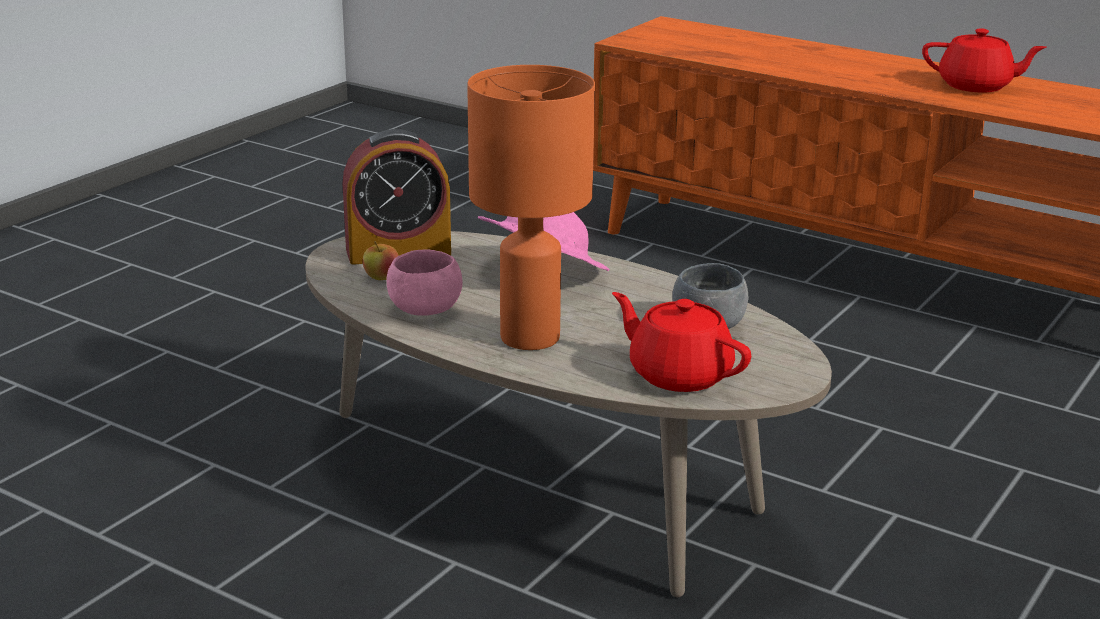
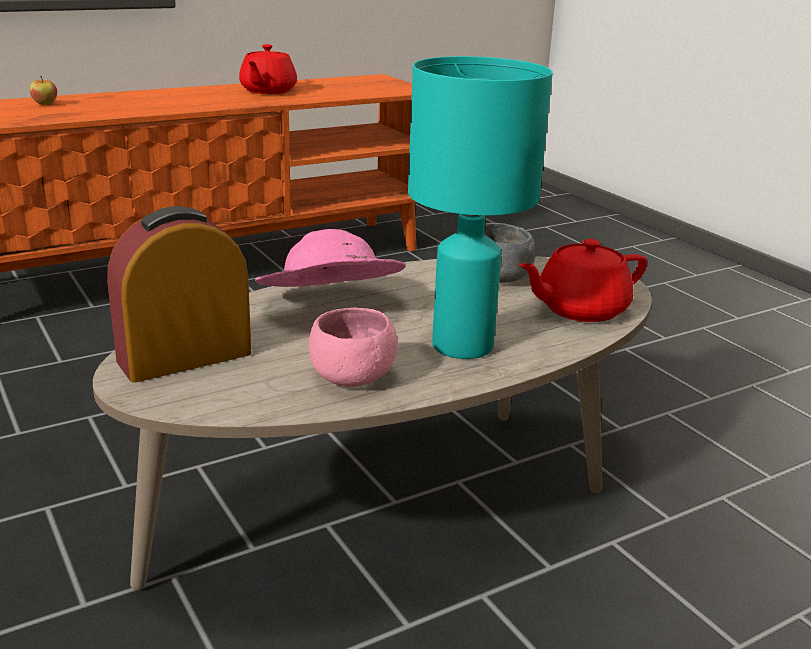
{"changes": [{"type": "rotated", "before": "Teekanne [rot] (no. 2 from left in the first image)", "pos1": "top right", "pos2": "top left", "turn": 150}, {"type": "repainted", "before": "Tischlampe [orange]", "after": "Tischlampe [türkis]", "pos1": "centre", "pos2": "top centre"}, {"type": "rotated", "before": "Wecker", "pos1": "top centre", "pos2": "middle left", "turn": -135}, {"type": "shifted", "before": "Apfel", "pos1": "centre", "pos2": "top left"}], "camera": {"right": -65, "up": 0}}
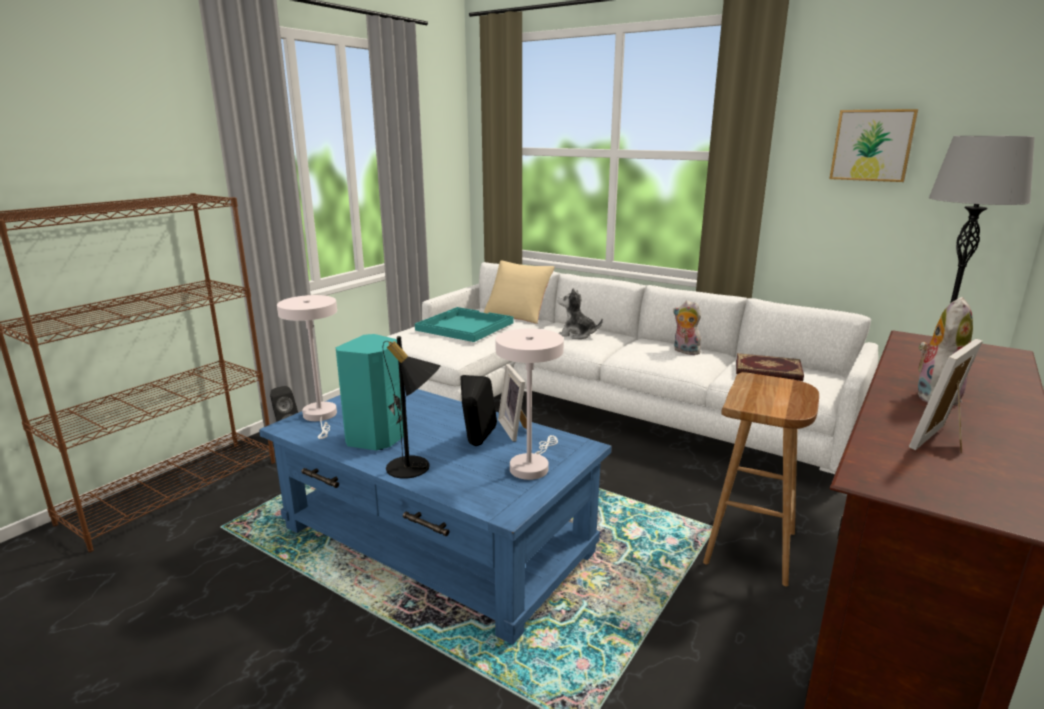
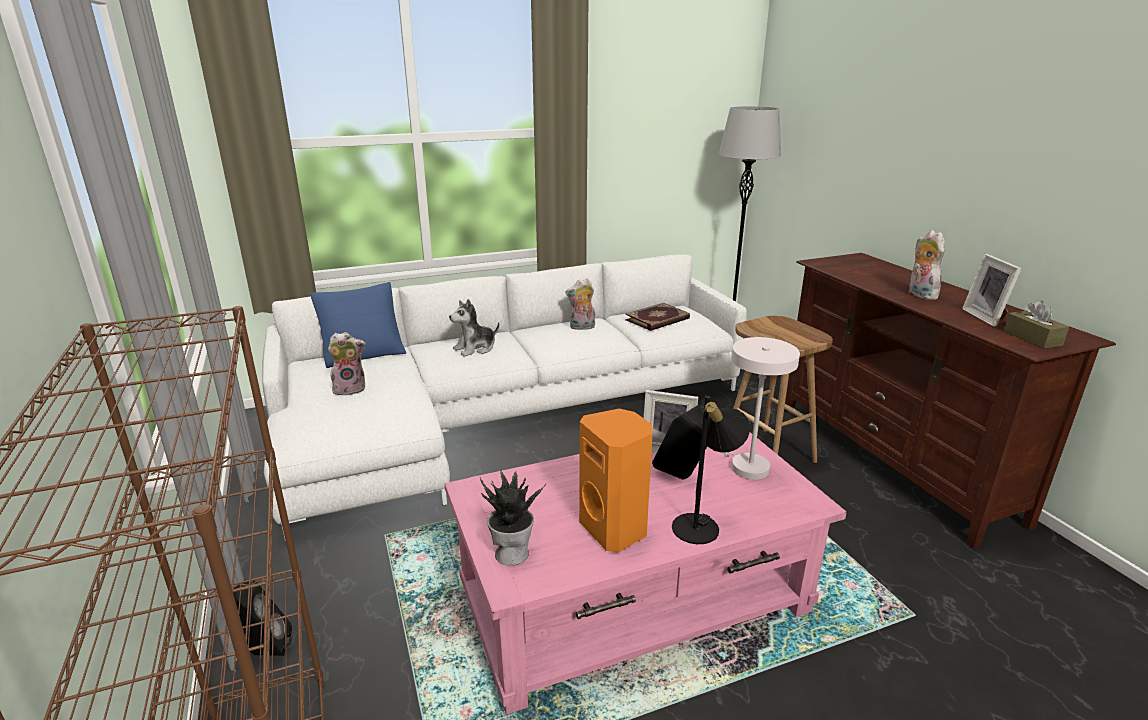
{"changes": [{"type": "gone", "before": "Bild", "pos1": "top right"}, {"type": "repainted", "before": "Kissen [beige]", "after": "Kissen [blau]", "pos1": "centre", "pos2": "middle left"}, {"type": "swapped", "before": "Tischlampe [weiß] (no. 1 from left)", "after": "Topfpflanze", "pos1": "middle left", "pos2": "bottom centre"}, {"type": "swapped", "before": "Tablett [türkis]", "after": "Plüschtier (no. 1 from left)", "pos1": "centre", "pos2": "middle left"}, {"type": "repainted", "before": "Lautsprecher [türkis]", "after": "Lautsprecher [orange]", "pos1": "centre", "pos2": "bottom centre"}, {"type": "repainted", "before": "Couchtisch [blau]", "after": "Couchtisch [rosa]", "pos1": "bottom centre", "pos2": "bottom centre"}, {"type": "new", "after": "Taschentuchbox [braun]", "pos2": "middle right"}], "camera": {"right": -55, "up": 5}}
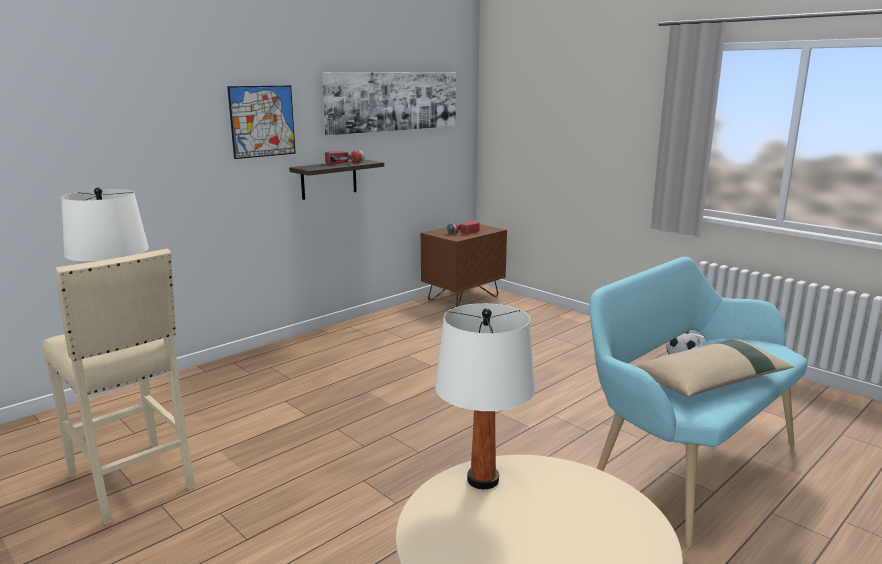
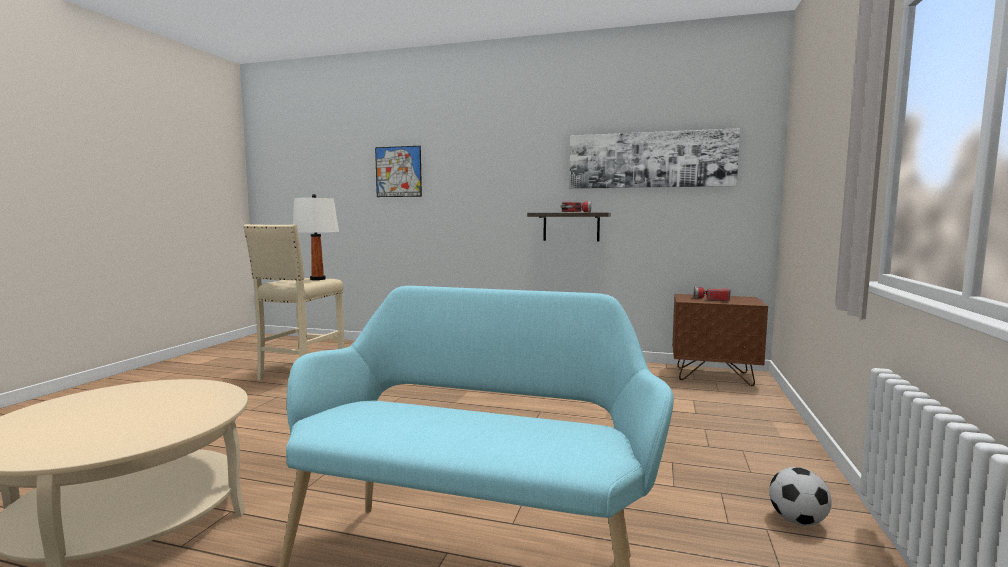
{"changes": [{"type": "shifted", "before": "Bild (no. 1 from left)", "pos1": "top left", "pos2": "top centre"}, {"type": "gone", "before": "Tischlampe [weiß] (no. 2 from left)", "pos1": "bottom centre"}, {"type": "gone", "before": "Kissen [beige]", "pos1": "middle right"}], "camera": {"right": 60, "up": -10}}
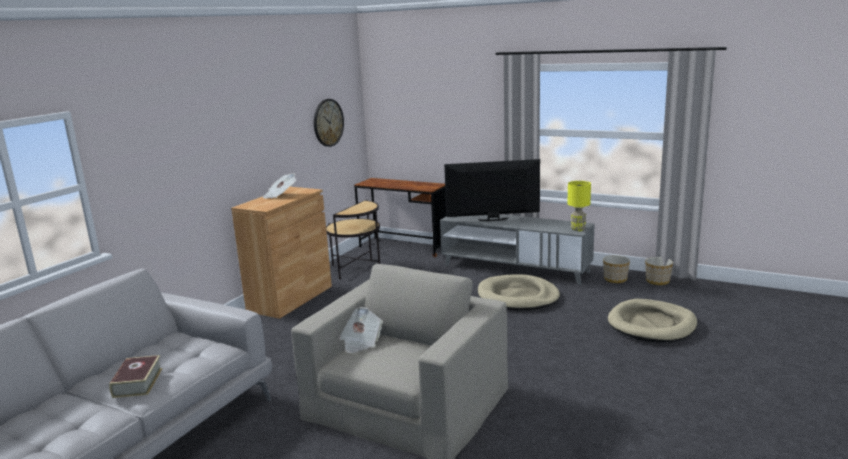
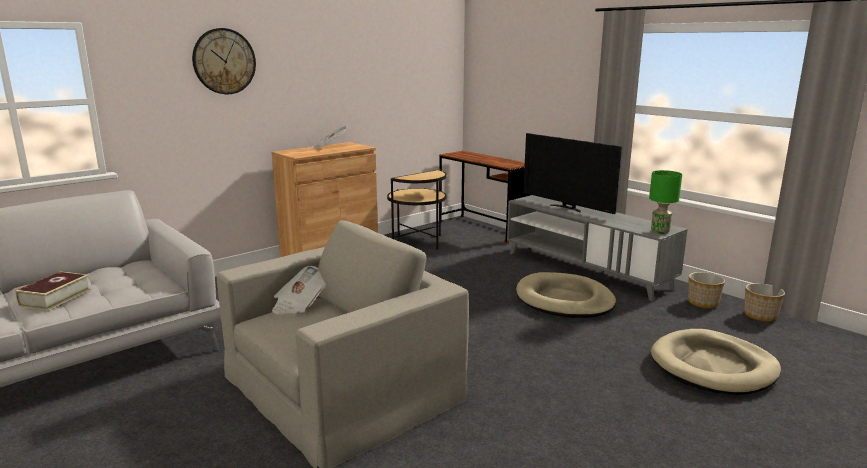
{"changes": [{"type": "shifted", "before": "Wanduhr", "pos1": "top centre", "pos2": "top left"}, {"type": "rotated", "before": "Fernseher", "pos1": "centre", "pos2": "centre", "turn": -150}, {"type": "repainted", "before": "Tischlampe [gelb]", "after": "Tischlampe [grün]", "pos1": "middle right", "pos2": "middle right"}], "camera": {"right": 20, "up": 0}}
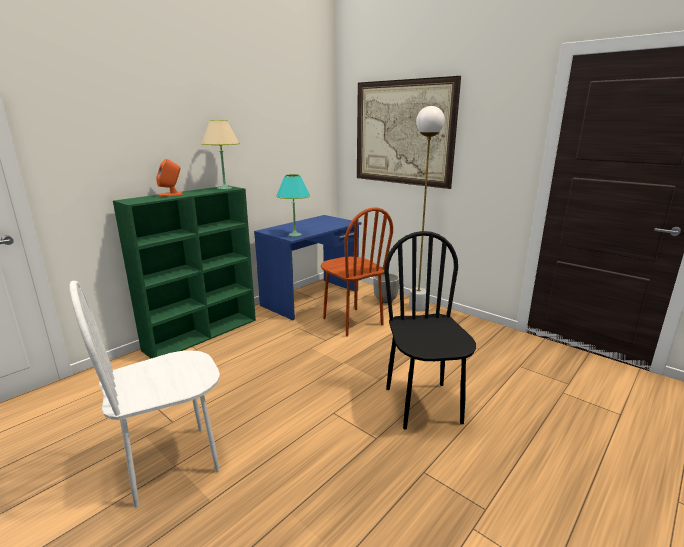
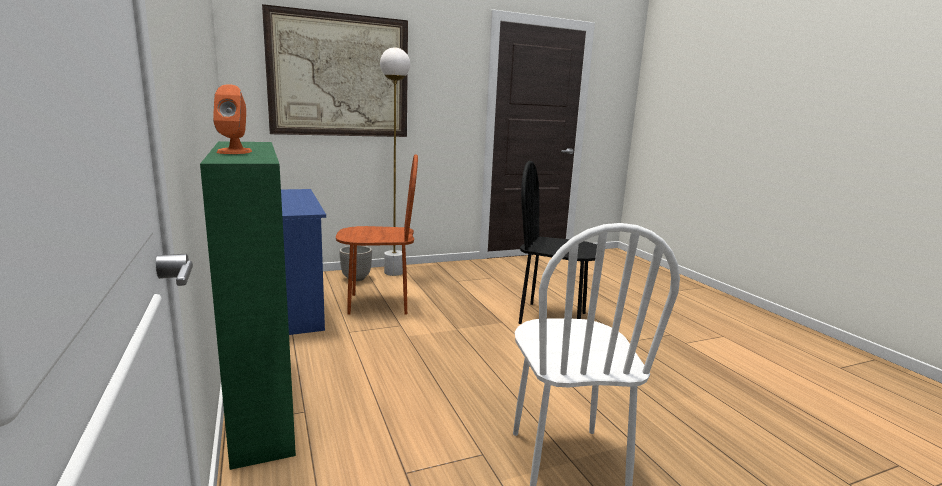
{"changes": [{"type": "gone", "before": "Tischlampe [beige]", "pos1": "top left"}, {"type": "gone", "before": "Tischlampe [türkis]", "pos1": "centre"}], "camera": {"right": -65, "up": -5}}
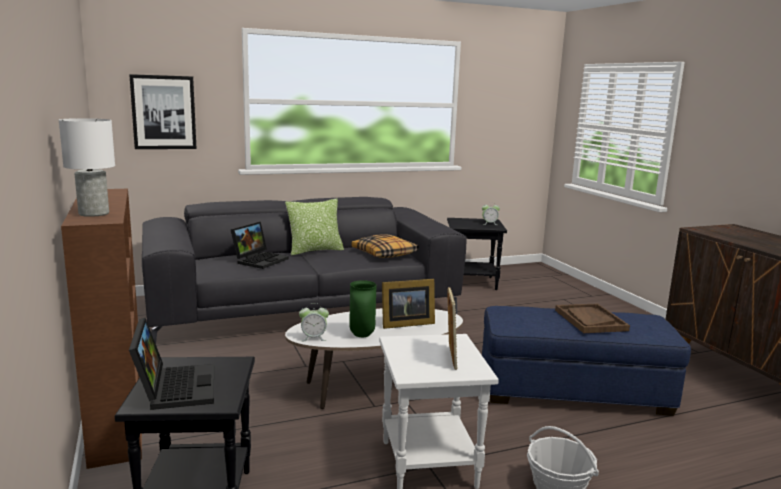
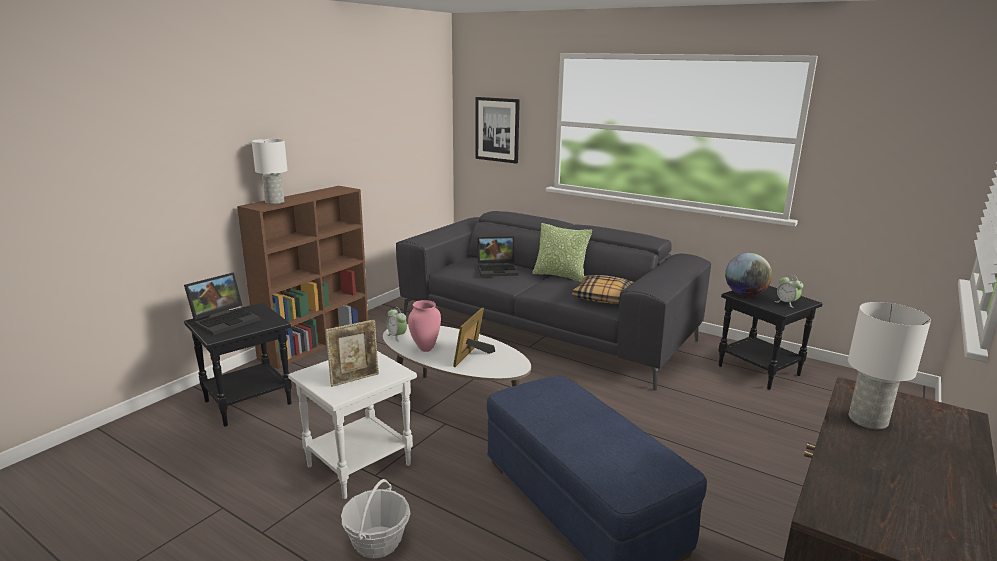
{"changes": [{"type": "rotated", "before": "Bilderrahmen (no. 1 from left in the first image)", "pos1": "centre", "pos2": "centre", "turn": 75}, {"type": "repainted", "before": "Vase [grün]", "after": "Vase [rosa]", "pos1": "centre", "pos2": "centre"}, {"type": "gone", "before": "Tablett [braun]", "pos1": "middle right"}, {"type": "new", "after": "Globus", "pos2": "middle right"}, {"type": "new", "after": "Tischlampe [weiß] (no. 2 from left)", "pos2": "middle right"}], "camera": {"right": 55, "up": 5}}
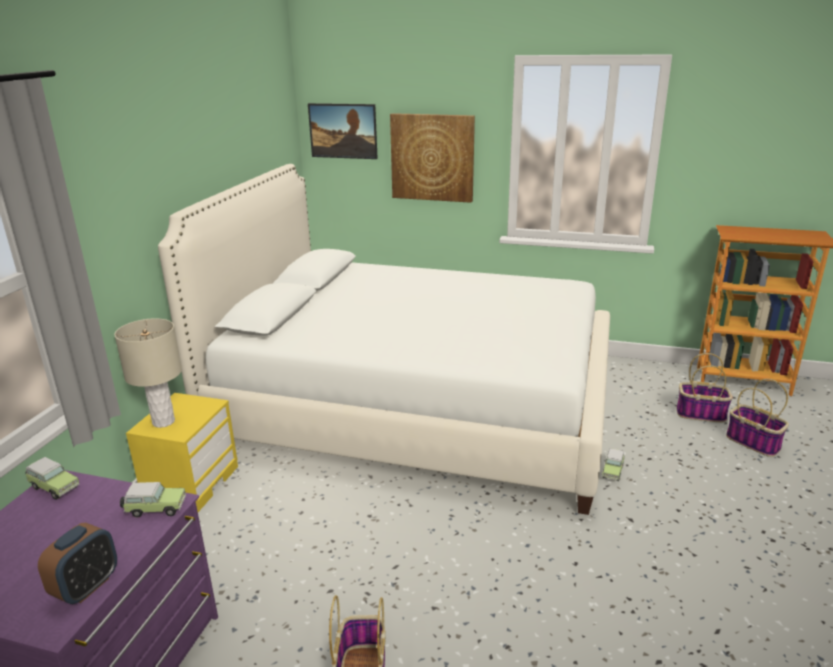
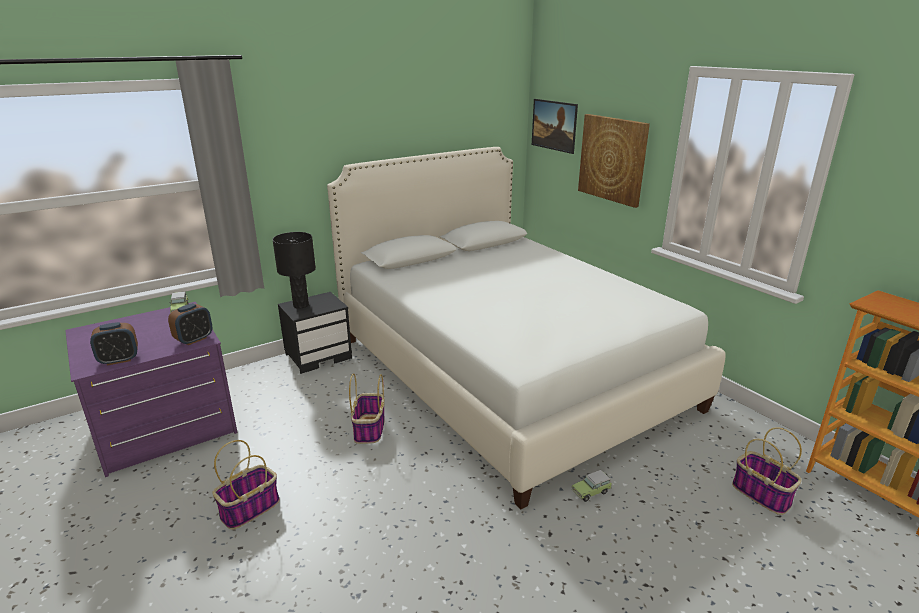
{"changes": [{"type": "repainted", "before": "Tischlampe [beige]", "after": "Tischlampe [schwarz]", "pos1": "middle left", "pos2": "middle left"}, {"type": "shifted", "before": "Korb (no. 3 from left in the first image)", "after": "Korb (no. 2 from left)", "pos1": "middle right", "pos2": "centre"}, {"type": "repainted", "before": "Nachttisch [gelb]", "after": "Nachttisch [schwarz]", "pos1": "bottom left", "pos2": "centre"}, {"type": "swapped", "before": "Spielzeugauto (no. 2 from left)", "after": "Wecker (no. 2 from left)", "pos1": "bottom left", "pos2": "middle left"}], "camera": {"right": 40, "up": 0}}
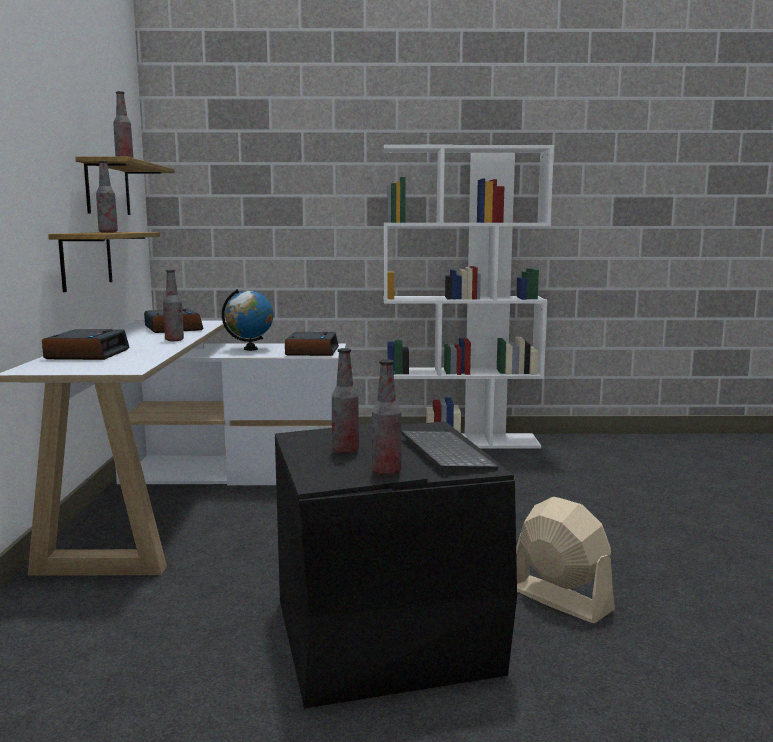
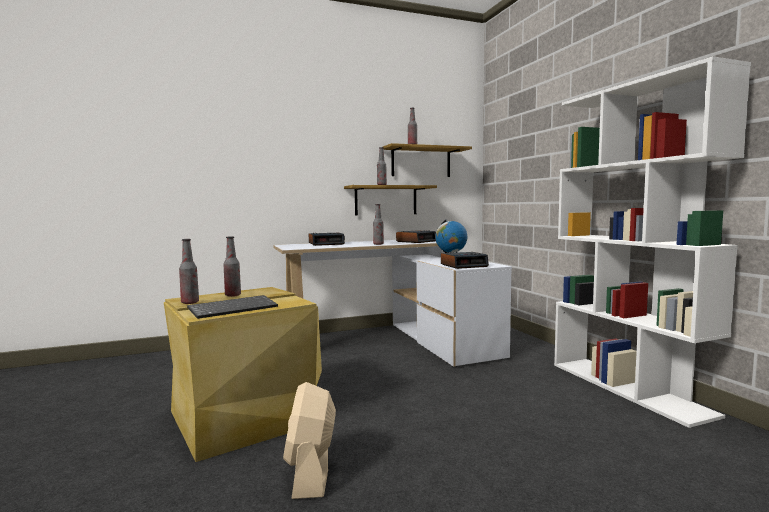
{"changes": [{"type": "repainted", "before": "Aufbewahrungsbox [schwarz]", "after": "Aufbewahrungsbox [beige]", "pos1": "bottom centre", "pos2": "bottom left"}, {"type": "rotated", "before": "Ventilator [beige]", "pos1": "bottom right", "pos2": "bottom centre", "turn": 150}], "camera": {"right": 70, "up": -5}}
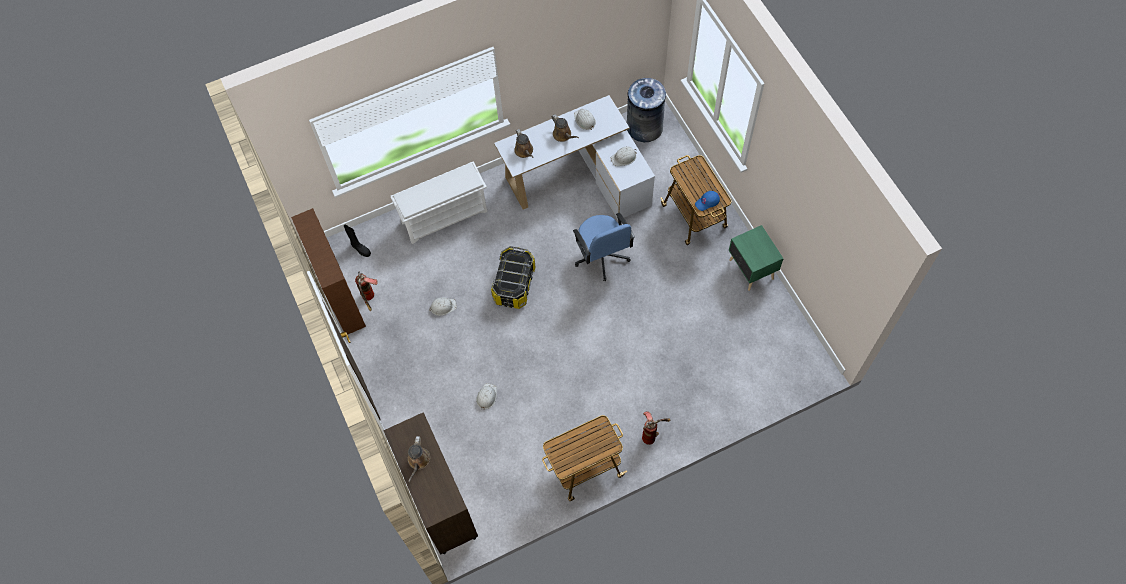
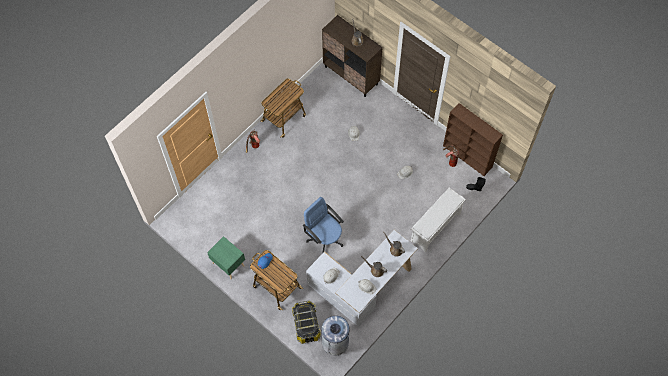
{"changes": [{"type": "shifted", "before": "Aufbewahrungsbox", "pos1": "centre", "pos2": "bottom centre"}], "camera": {"right": 155, "up": 0}}
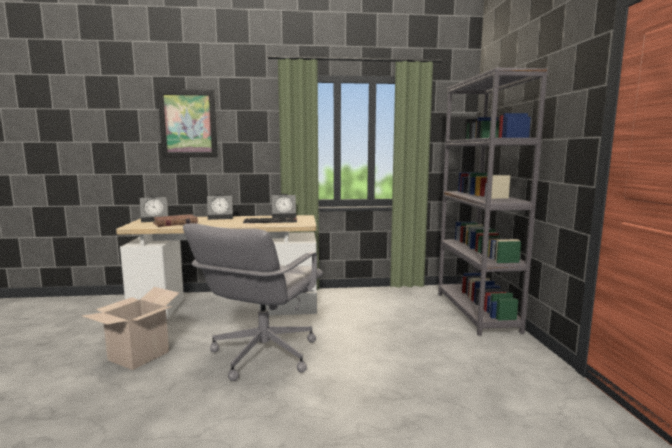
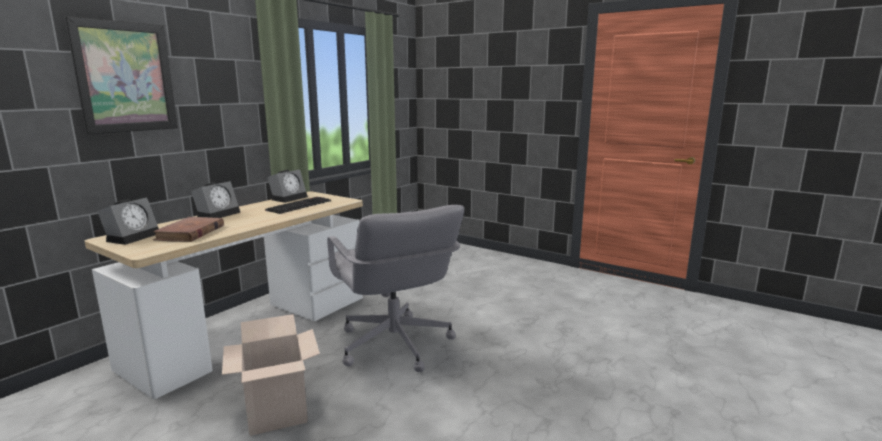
{"changes": [{"type": "gone", "before": "Bücherregal [grau]", "pos1": "middle right"}], "camera": {"right": -50, "up": 5}}
